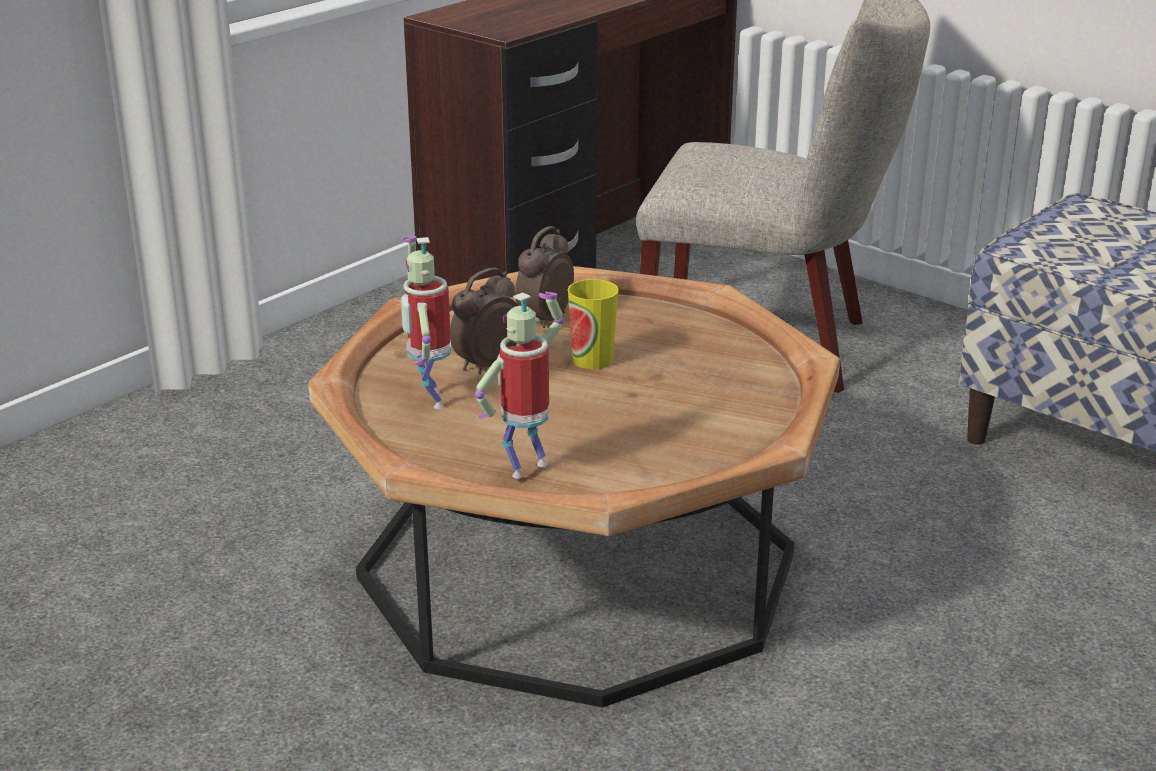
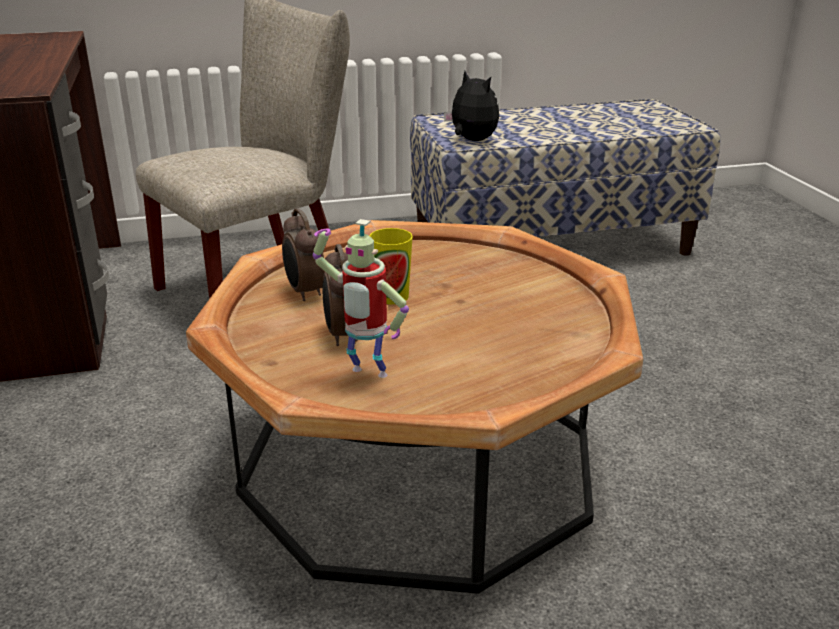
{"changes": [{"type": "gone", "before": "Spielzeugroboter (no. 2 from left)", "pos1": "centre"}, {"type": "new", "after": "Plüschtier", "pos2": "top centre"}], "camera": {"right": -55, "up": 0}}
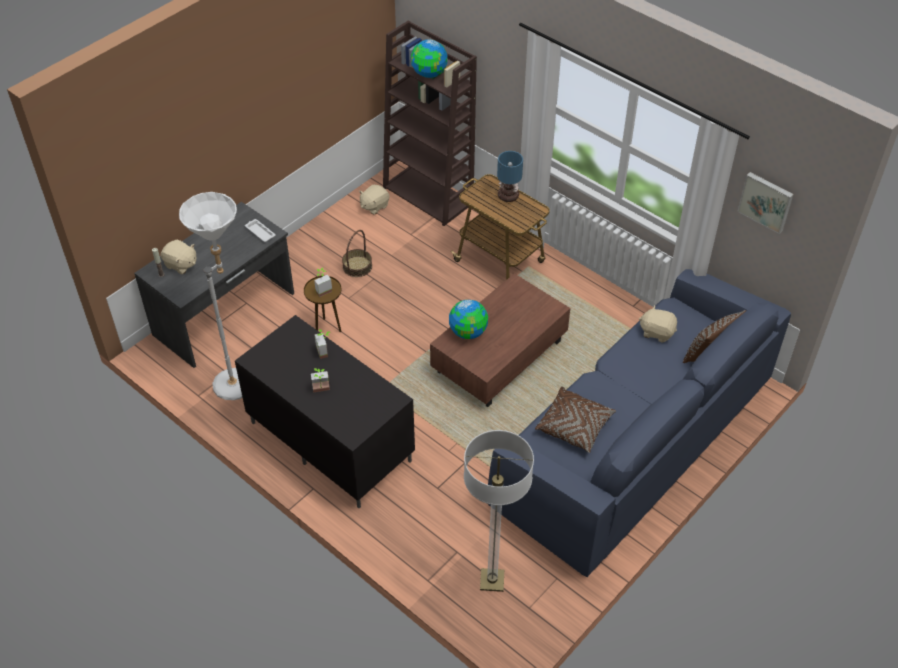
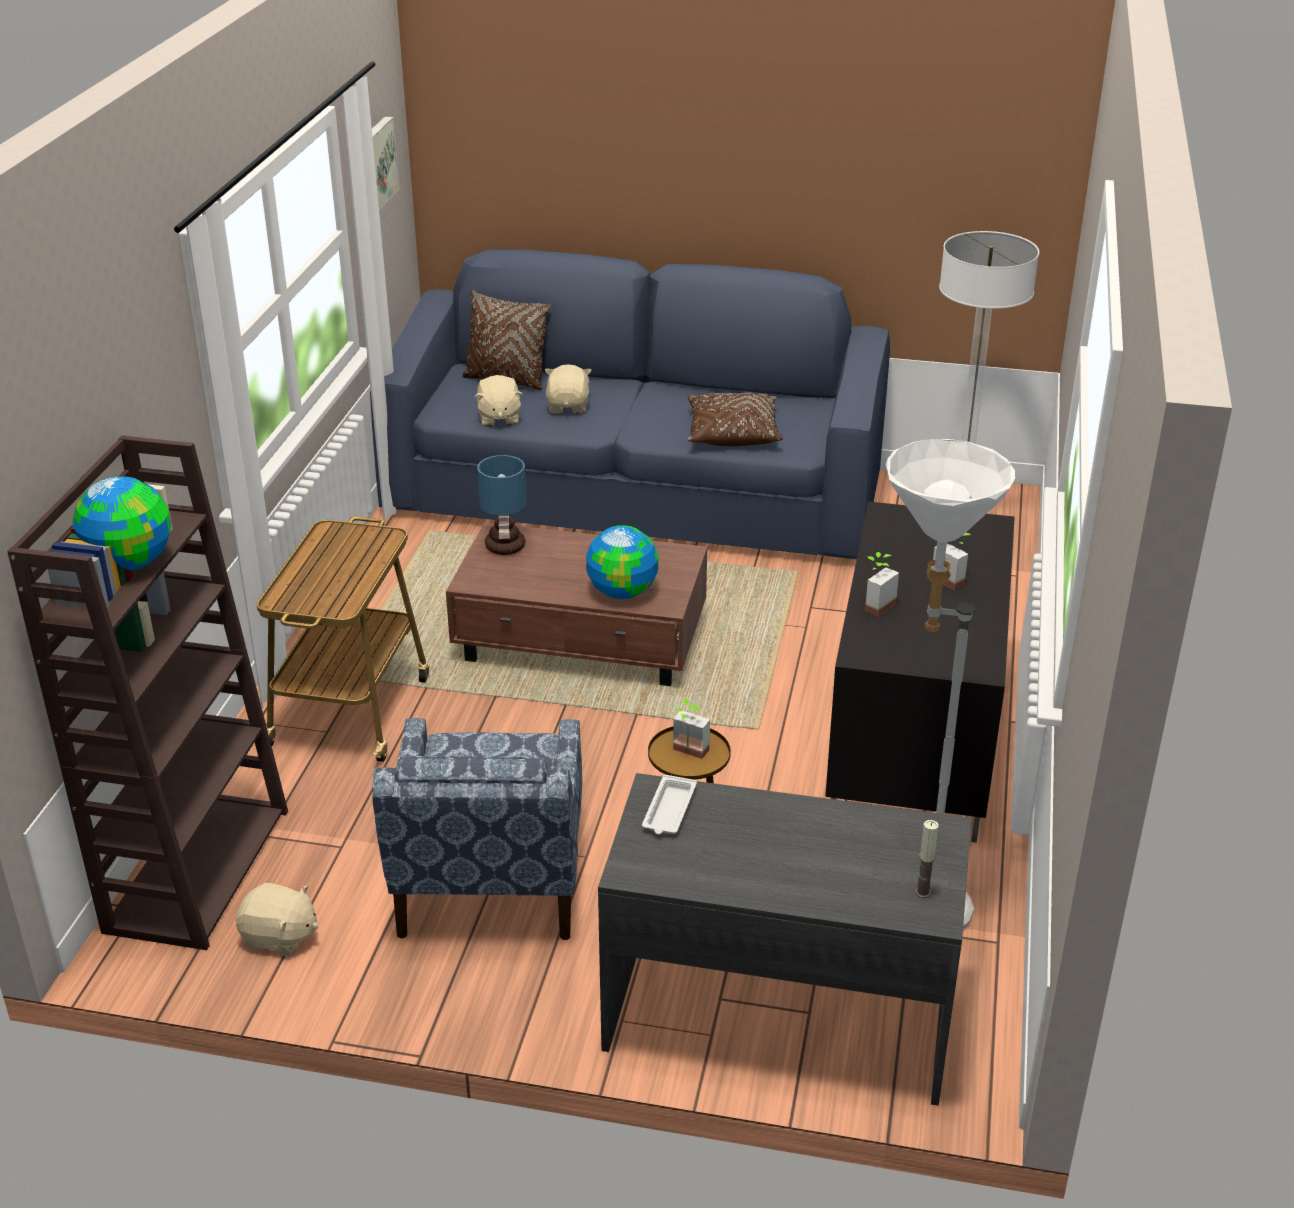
{"changes": [{"type": "shifted", "before": "Tischlampe", "pos1": "top centre", "pos2": "centre"}, {"type": "swapped", "before": "Korb", "after": "Sessel [blau]", "pos1": "centre", "pos2": "bottom centre"}, {"type": "shifted", "before": "Plüschtier [beige] (no. 1 from left in the first image)", "after": "Plüschtier [beige] (no. 3 from left)", "pos1": "middle left", "pos2": "top centre"}], "camera": {"right": -120, "up": -15}}
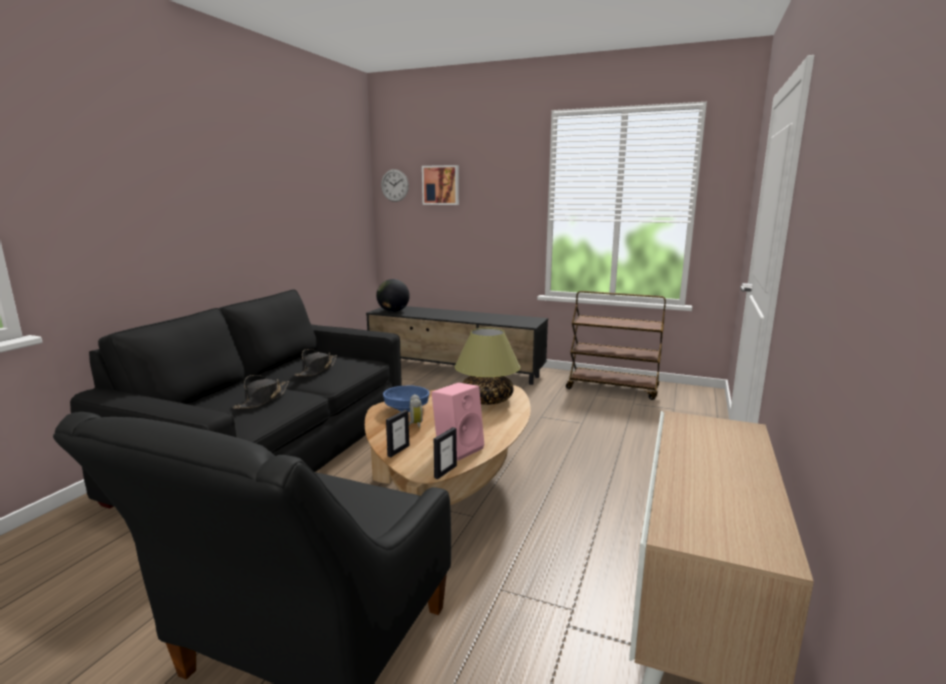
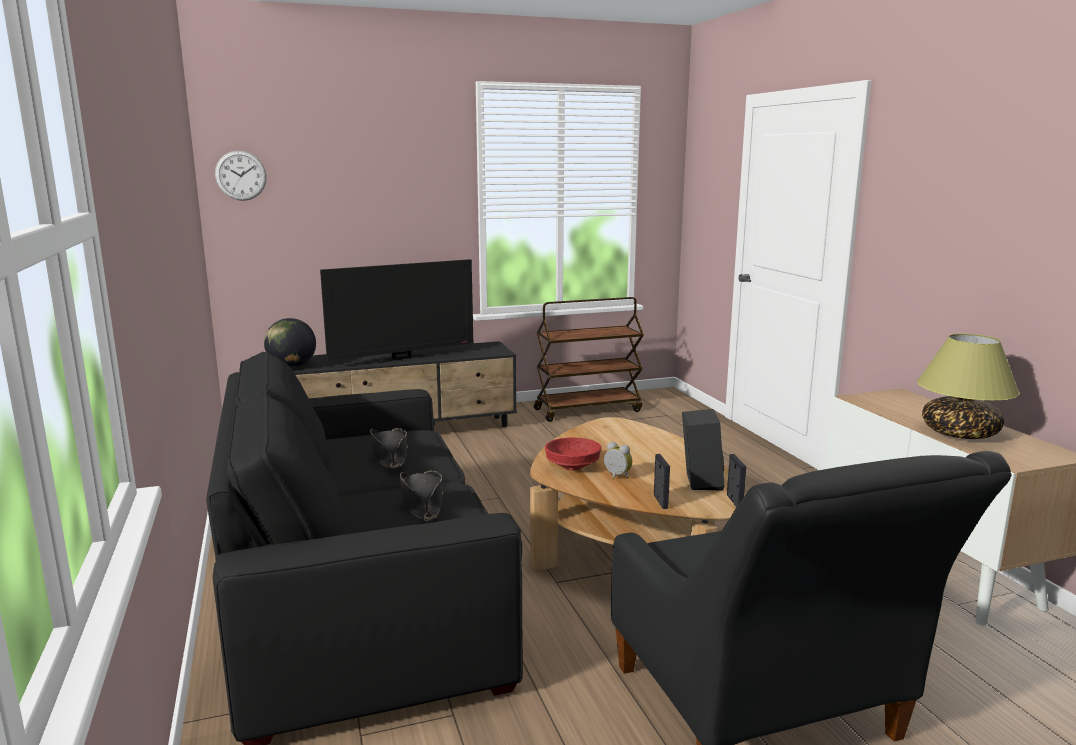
{"changes": [{"type": "gone", "before": "Bild", "pos1": "top centre"}, {"type": "shifted", "before": "Tischlampe", "pos1": "centre", "pos2": "middle right"}, {"type": "repainted", "before": "Lautsprecher [rosa]", "after": "Lautsprecher [schwarz]", "pos1": "centre", "pos2": "centre"}, {"type": "repainted", "before": "Schüssel [blau]", "after": "Schüssel [rot]", "pos1": "centre", "pos2": "centre"}, {"type": "new", "after": "Fernseher", "pos2": "centre"}], "camera": {"right": -40, "up": 0}}
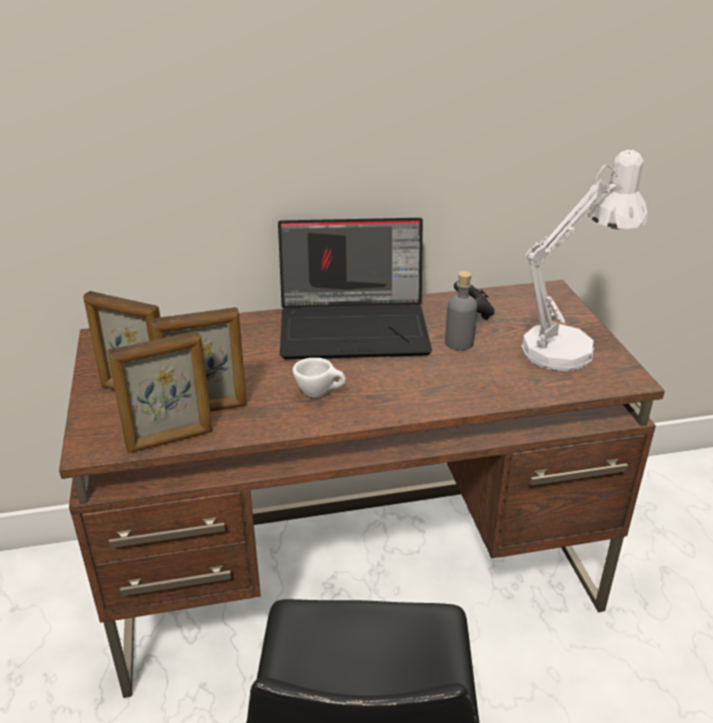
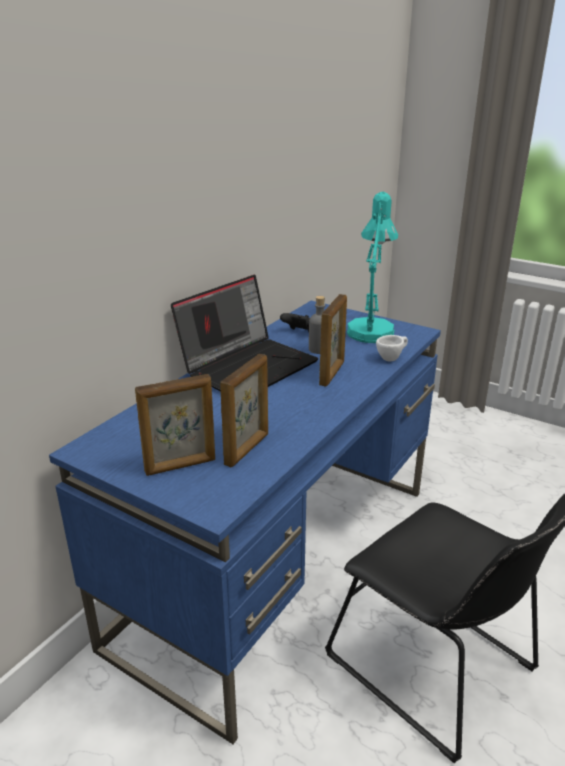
{"changes": [{"type": "repainted", "before": "Tischlampe [weiß]", "after": "Tischlampe [türkis]", "pos1": "middle right", "pos2": "centre"}, {"type": "repainted", "before": "Schreibtisch [braun]", "after": "Schreibtisch [blau]", "pos1": "bottom centre", "pos2": "bottom centre"}, {"type": "shifted", "before": "Bilderrahmen (no. 2 from left in the first image)", "after": "Bilderrahmen (no. 3 from left)", "pos1": "middle left", "pos2": "centre"}, {"type": "shifted", "before": "Tasse [weiß]", "pos1": "centre", "pos2": "middle right"}], "camera": {"right": -45, "up": -5}}
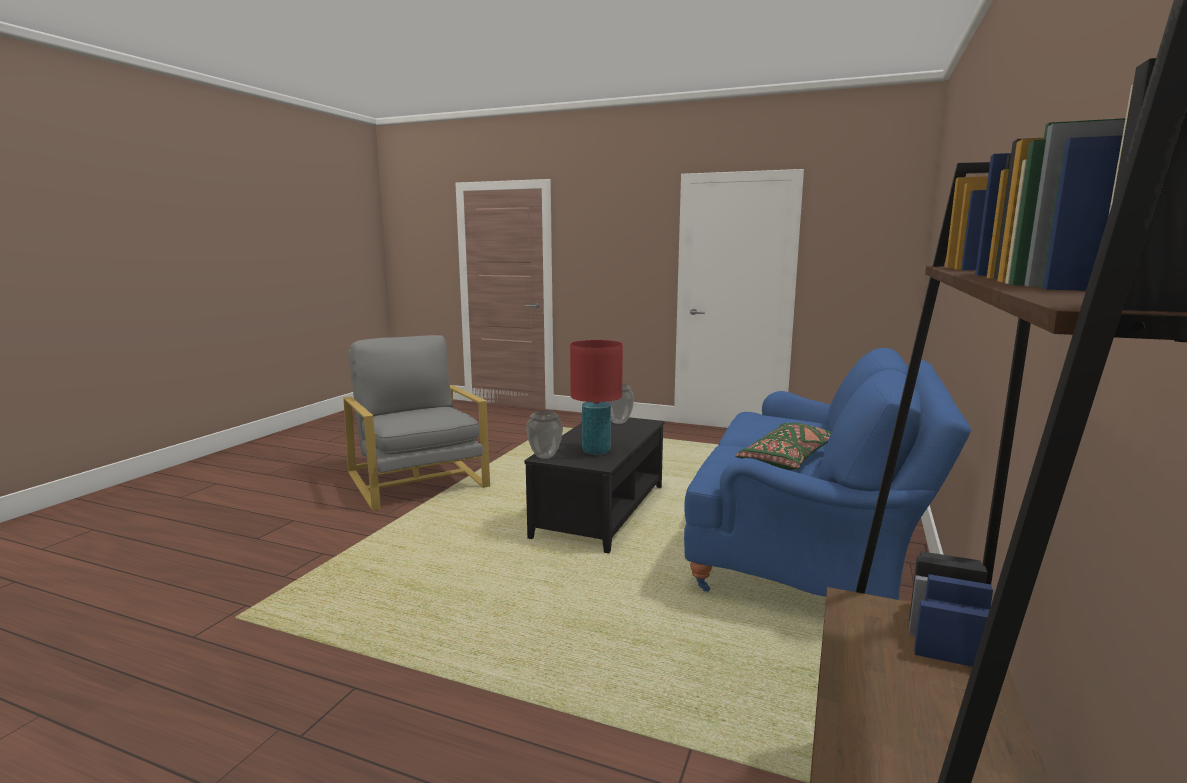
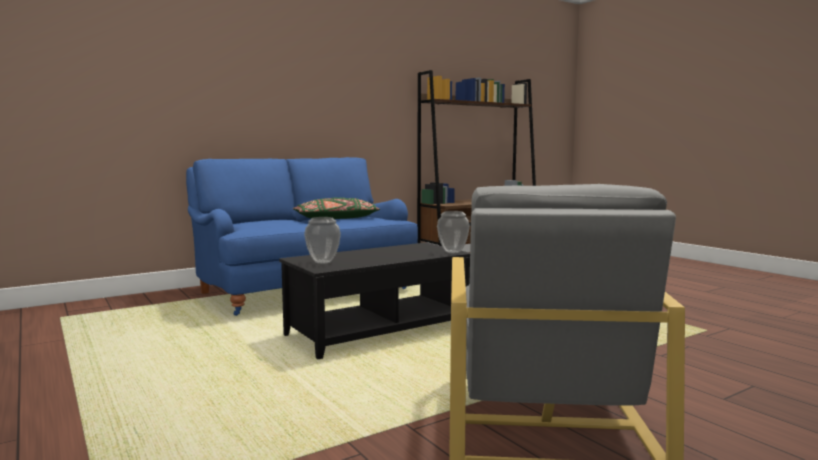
{"changes": [{"type": "gone", "before": "Tischlampe [rot]", "pos1": "centre"}], "camera": {"right": -145, "up": -5}}
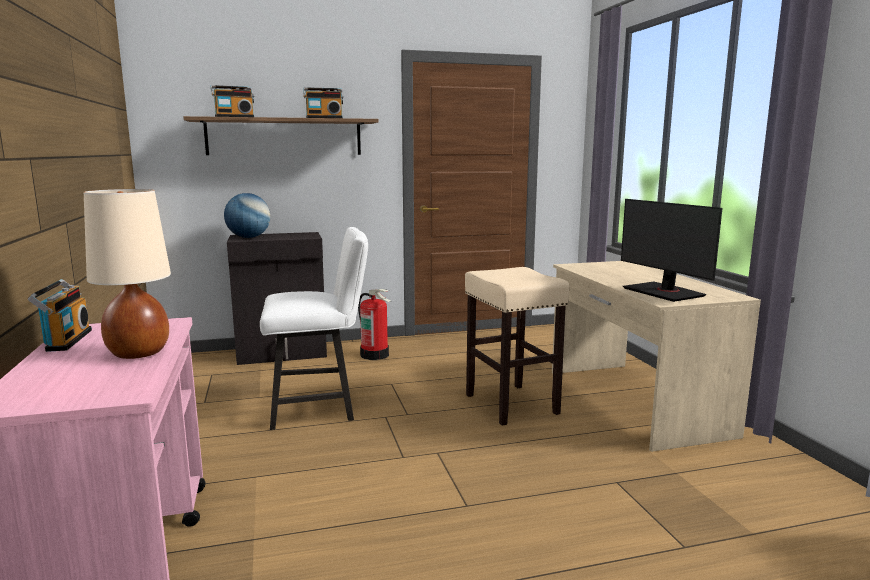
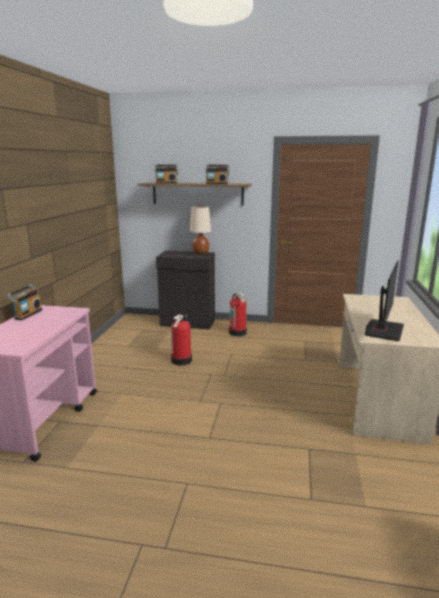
{"changes": [{"type": "shifted", "before": "Tischlampe [beige]", "pos1": "middle left", "pos2": "centre"}, {"type": "gone", "before": "Globus", "pos1": "middle left"}, {"type": "rotated", "before": "Monitor", "pos1": "middle right", "pos2": "middle right", "turn": -150}, {"type": "swapped", "before": "Stuhl [weiß]", "after": "Feuerlöscher (no. 1 from left)", "pos1": "centre", "pos2": "centre"}, {"type": "gone", "before": "Hocker [beige]", "pos1": "centre"}], "camera": {"right": 25, "up": 5}}
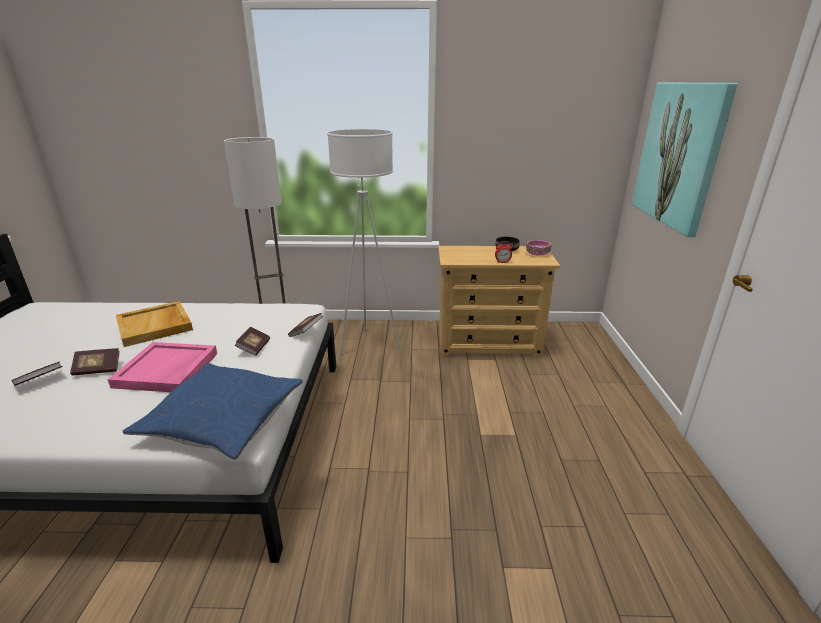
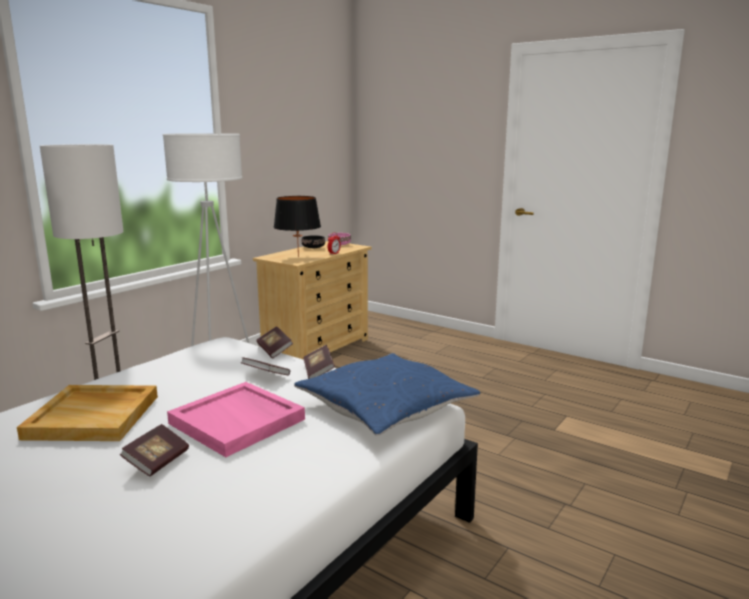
{"changes": [{"type": "gone", "before": "Bild", "pos1": "top right"}, {"type": "shifted", "before": "Buch (no. 1 from left in the first image)", "after": "Buch (no. 4 from left)", "pos1": "middle left", "pos2": "centre"}, {"type": "new", "after": "Tischlampe [schwarz]", "pos2": "centre"}], "camera": {"right": -55, "up": -10}}
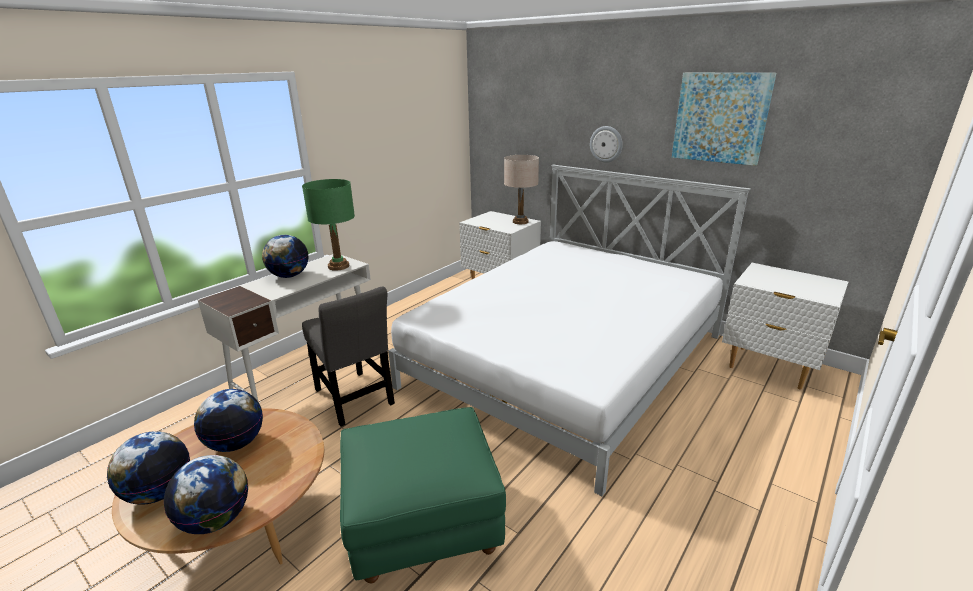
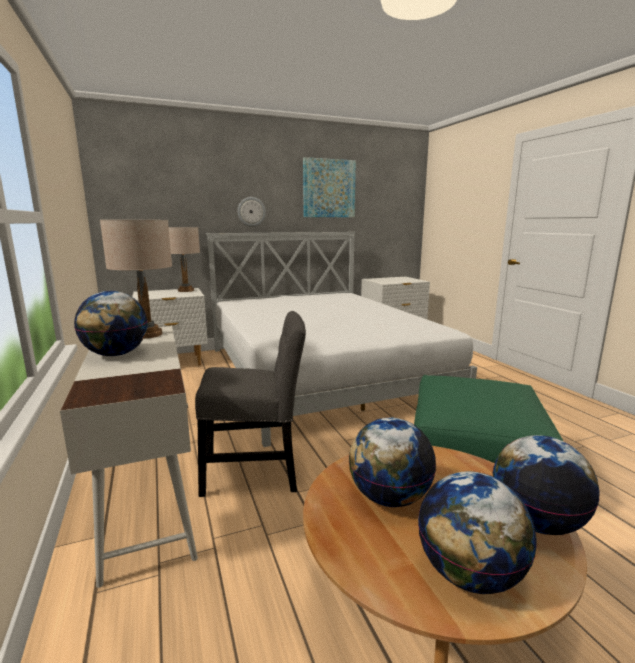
{"changes": [{"type": "repainted", "before": "Tischlampe [grün]", "after": "Tischlampe [beige] (no. 1 from left)", "pos1": "centre", "pos2": "middle left"}], "camera": {"right": -60, "up": -10}}
